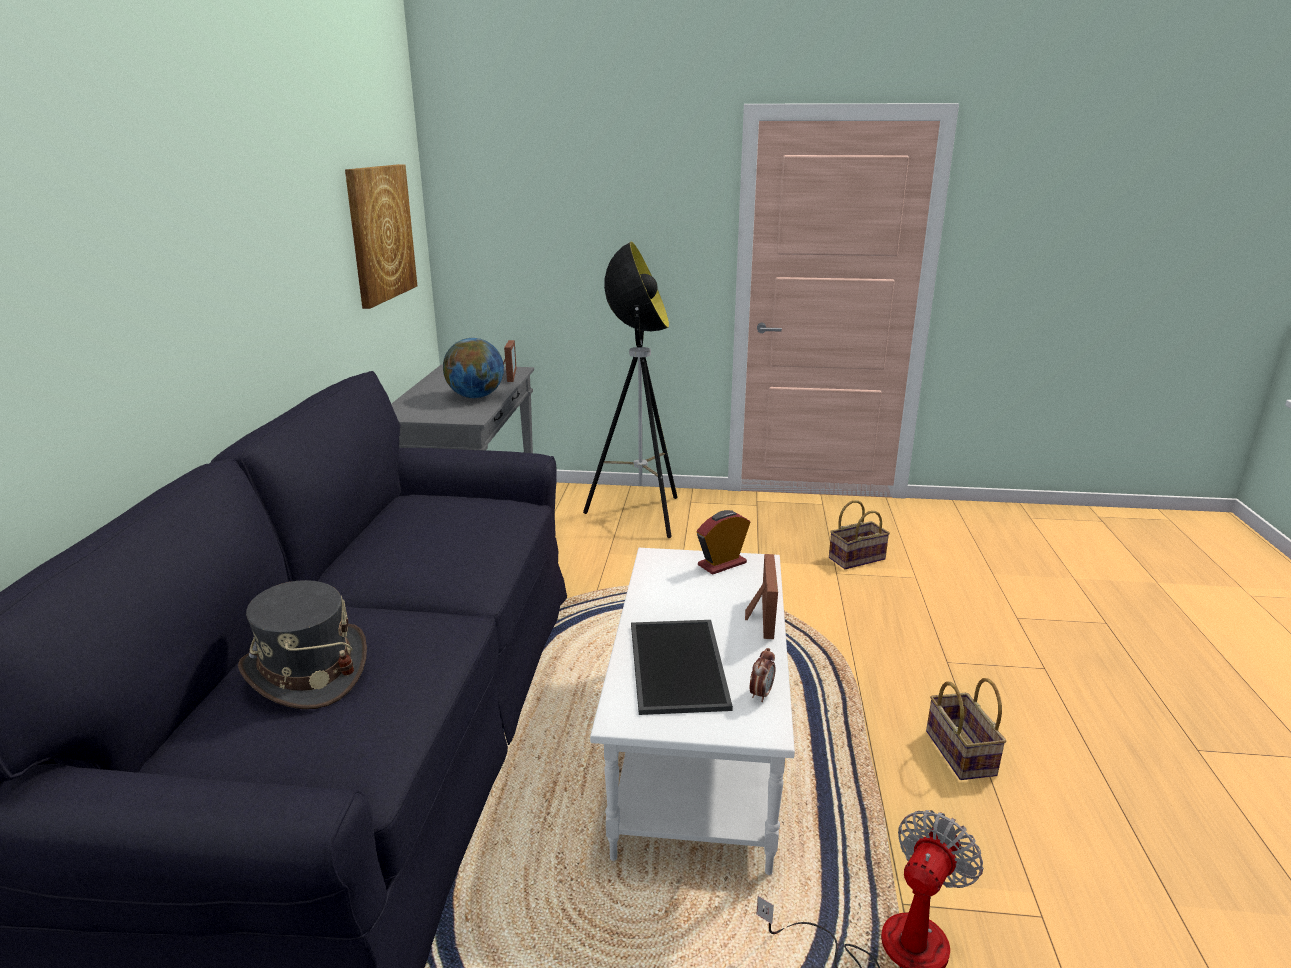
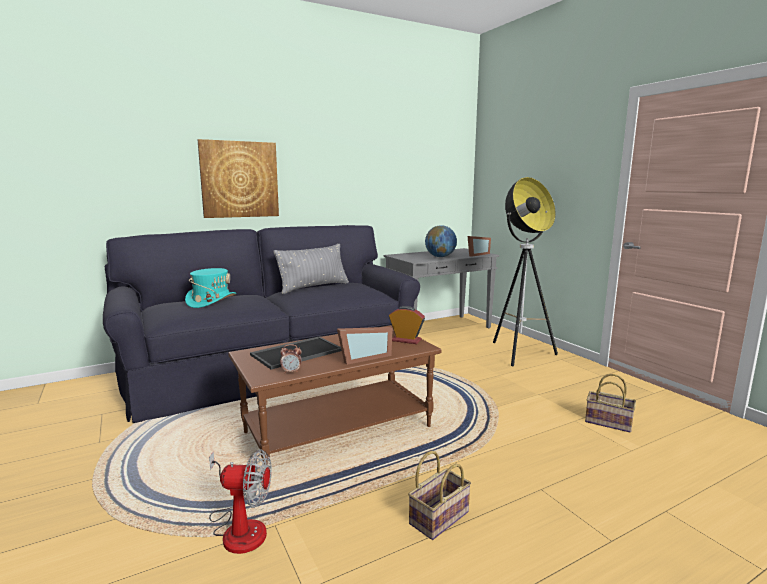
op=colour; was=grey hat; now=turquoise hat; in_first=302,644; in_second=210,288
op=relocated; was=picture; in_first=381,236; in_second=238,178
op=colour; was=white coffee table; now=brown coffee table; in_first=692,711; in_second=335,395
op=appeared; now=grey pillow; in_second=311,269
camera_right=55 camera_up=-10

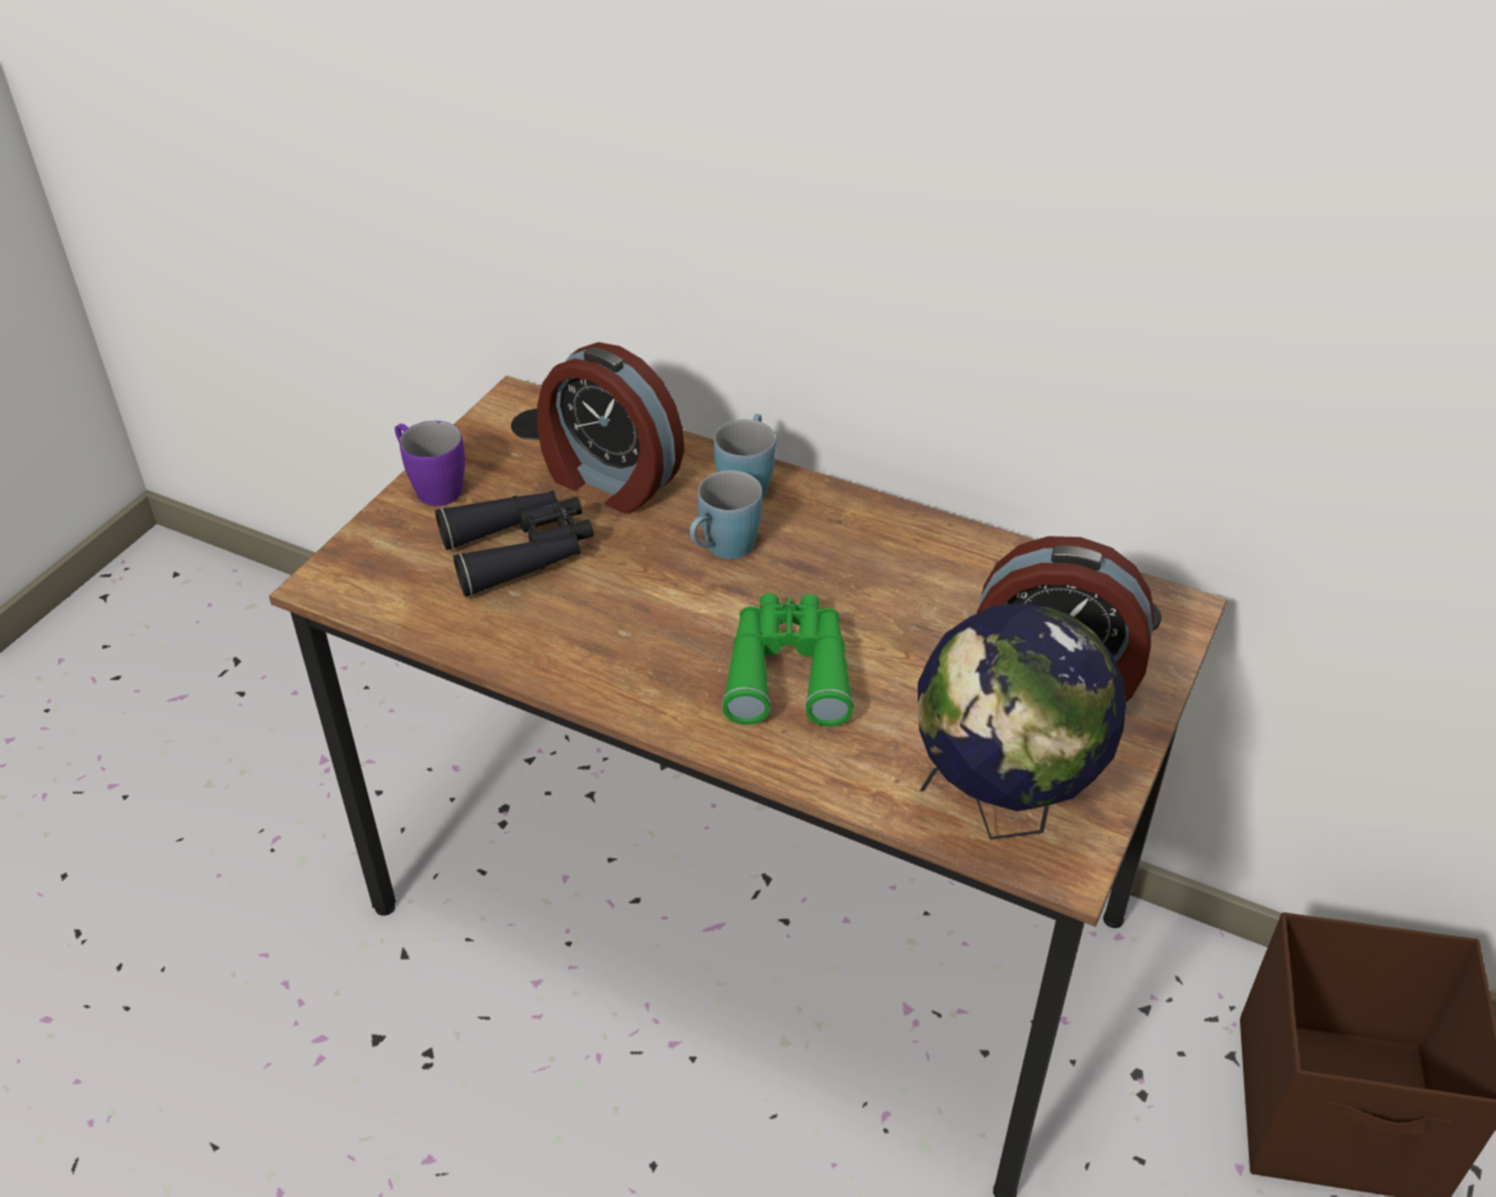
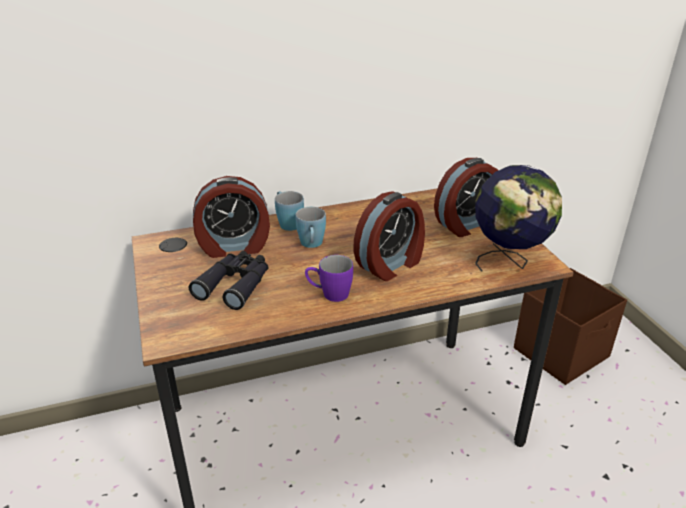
op=relocated; was=purple mug; in_first=430,463; in_second=329,278
op=exchanged; was=green binoculars; now=alarm clock; in_first=788,660; in_second=389,236
camera_right=-45 camera_up=-10

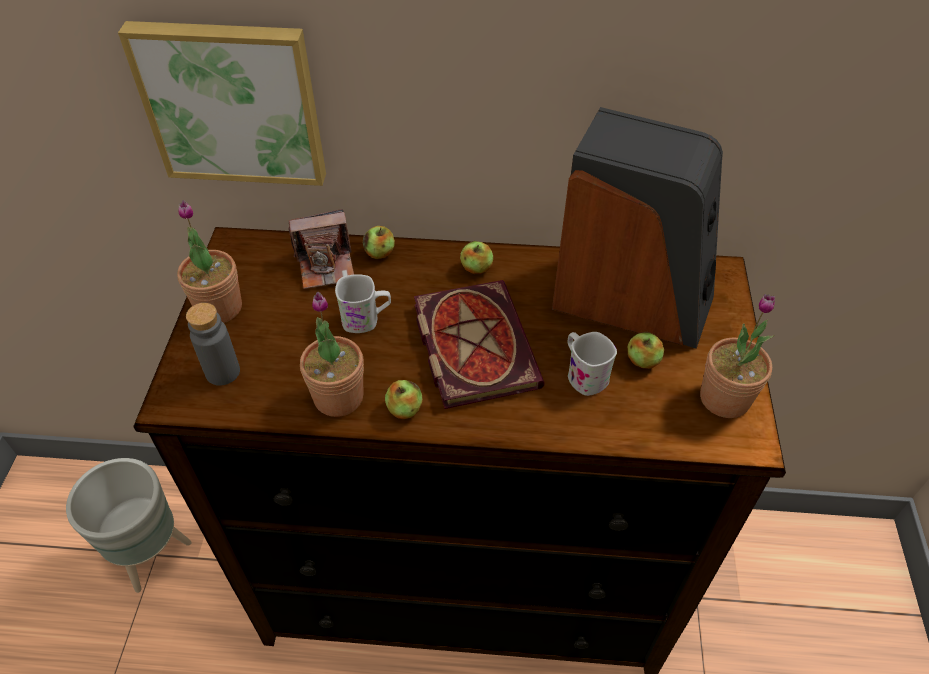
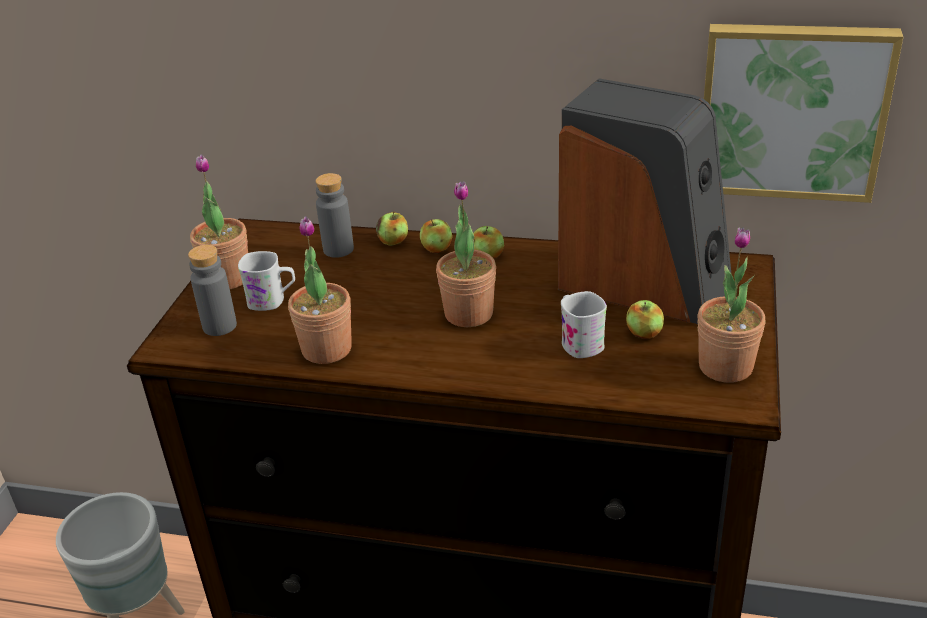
op=relocated; was=white mug; in_first=363,303; in_second=266,281
op=exchanged; was=photo camera; now=grey bottle; in_first=321,249; in_second=334,215
op=relocated; was=apple; in_first=404,399; in_second=436,236
op=exchanged; was=book; now=potted plant; in_first=479,344; in_second=466,254
op=relocated; was=picture; in_first=222,103; in_second=803,113
camera_right=10 camera_up=-15

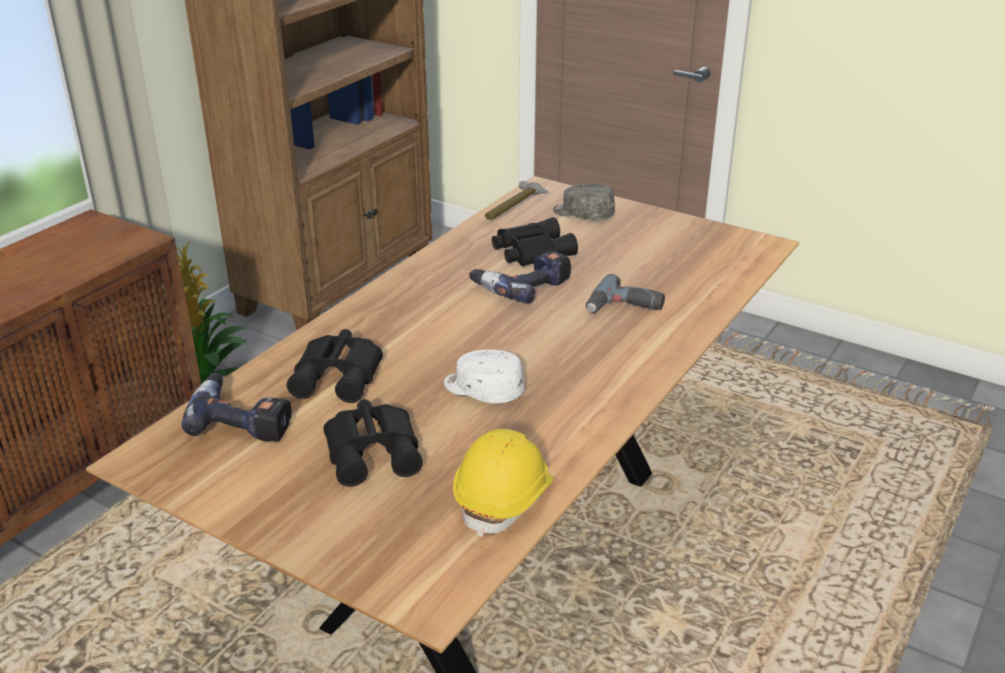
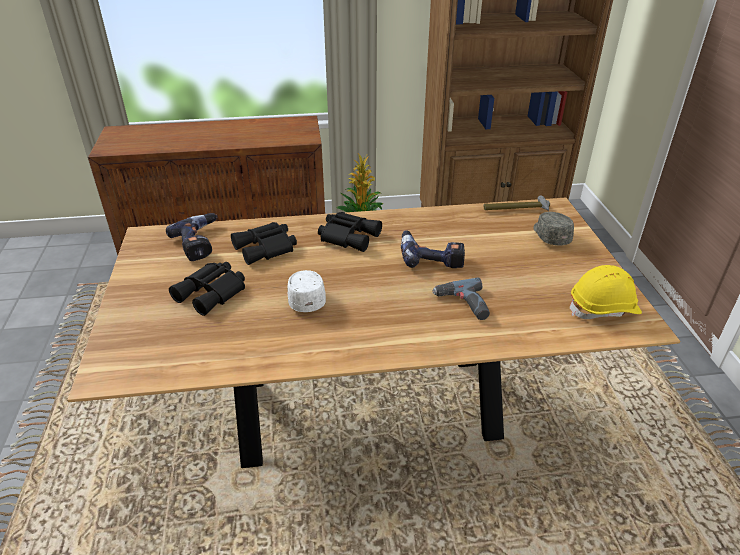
op=relocated; was=black binoculars; in_first=535,242; in_second=350,232
op=relocated; was=yellow hard hat; in_first=503,483; in_second=606,292
camera_right=50 camera_up=5

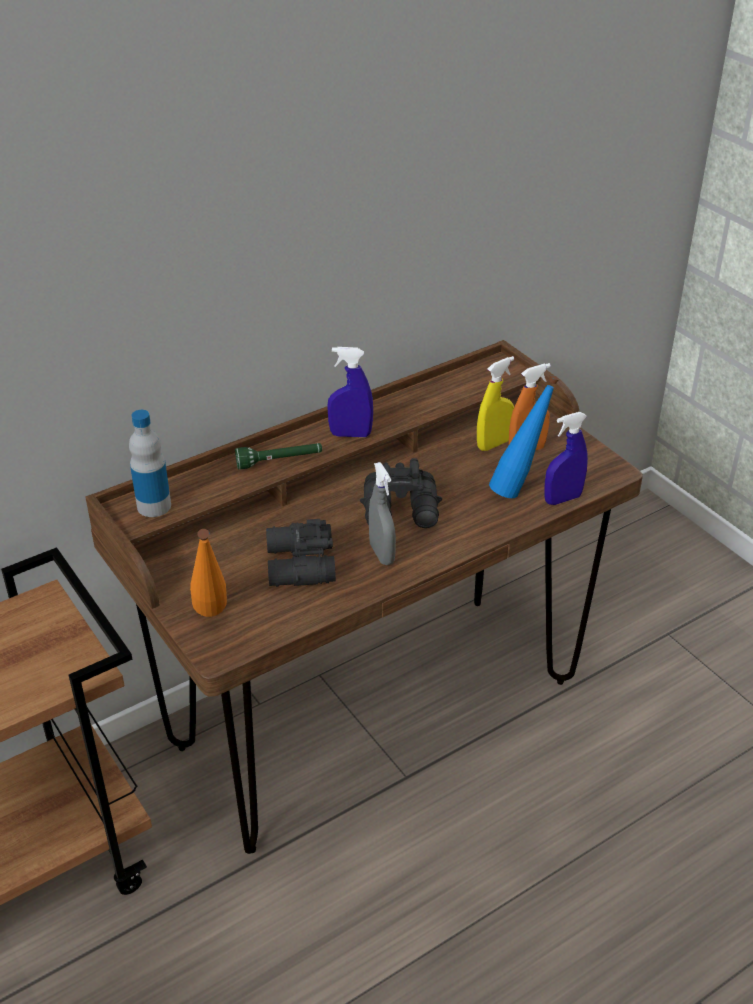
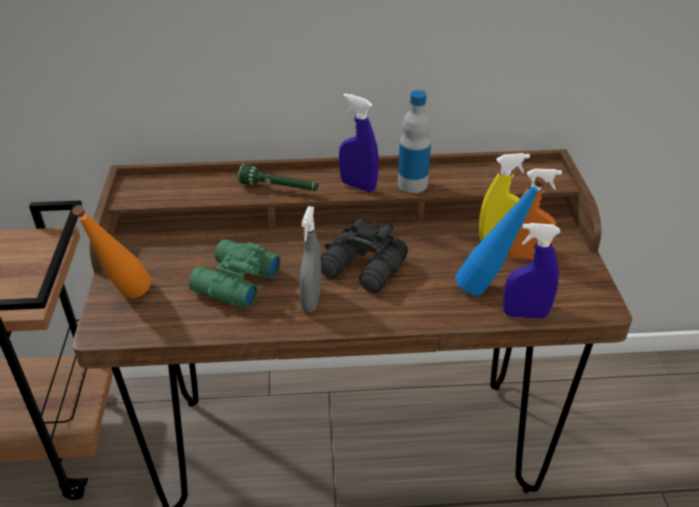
op=colour; was=black binoculars; now=green binoculars; in_first=301,553; in_second=235,273
op=relocated; was=bottle; in_first=150,463; in_second=414,141
camera_right=30 camera_up=0

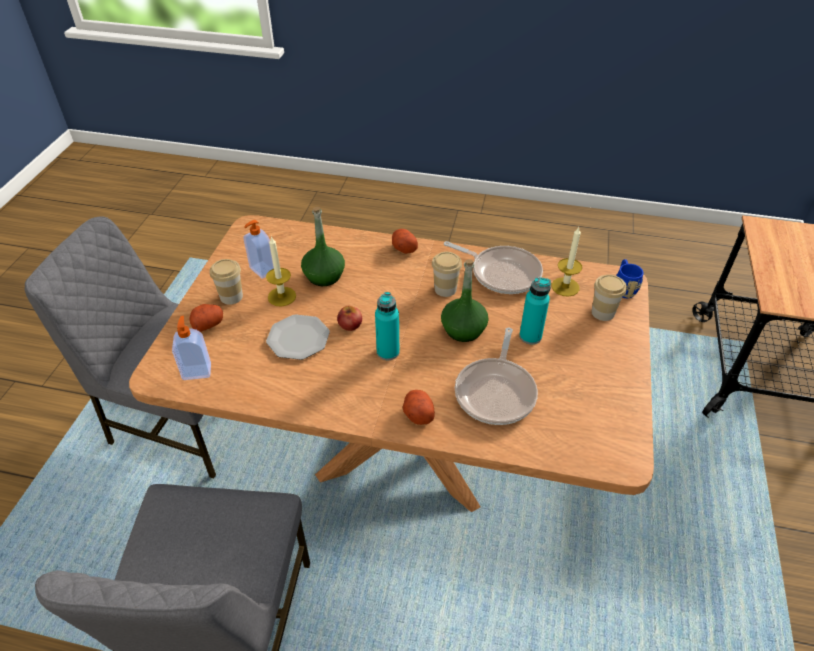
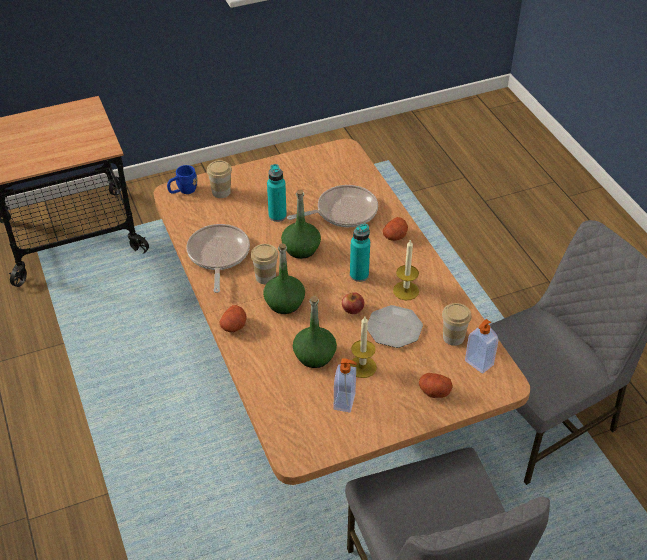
op=appeared; now=green bottle; in_second=284,278
op=relocated; was=candle; in_first=567,262; in_second=406,269
op=relocated; was=cup; in_first=226,282; in_second=457,324
camera_right=-125 camera_up=0

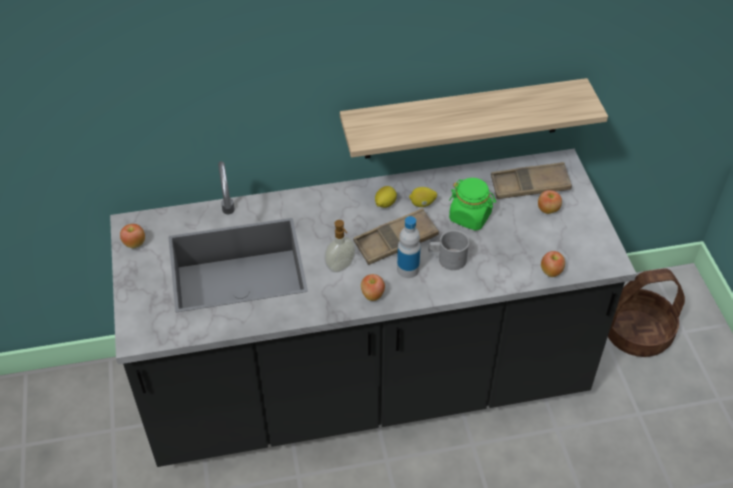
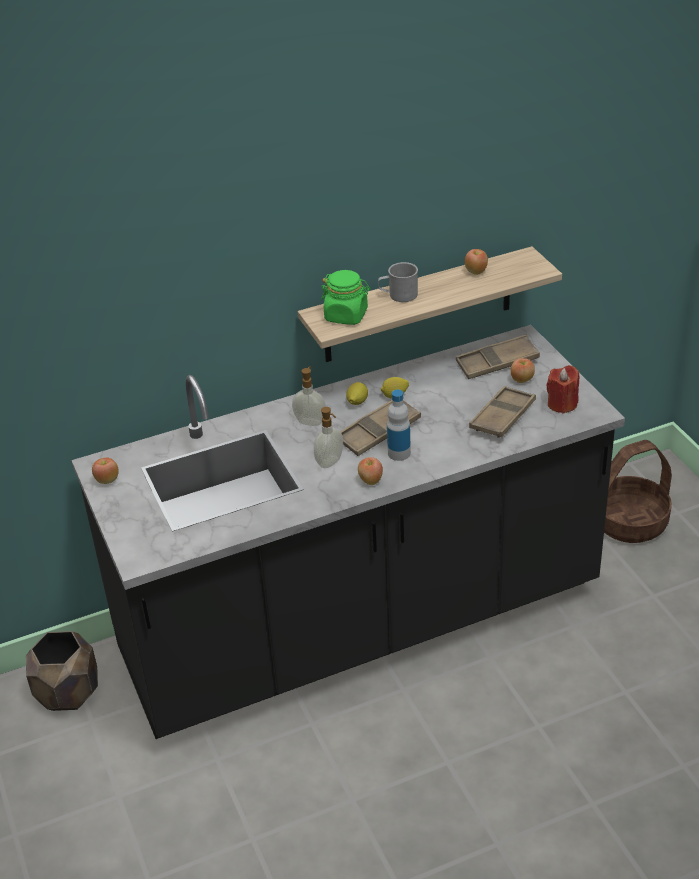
op=appeared; now=brown planter; in_second=62,671
op=appeared; now=soap dispenser; in_second=309,396
op=relocated; was=green jar; in_first=472,204; in_second=345,297
op=relocated; was=grey mug; in_first=449,250; in_second=398,282
op=relocated; was=apple; in_first=553,264; in_second=476,262
op=appeared; now=brown tray; in_second=502,412
op=appeared; now=red candle; in_second=562,389
camera_right=-10 camera_up=-10

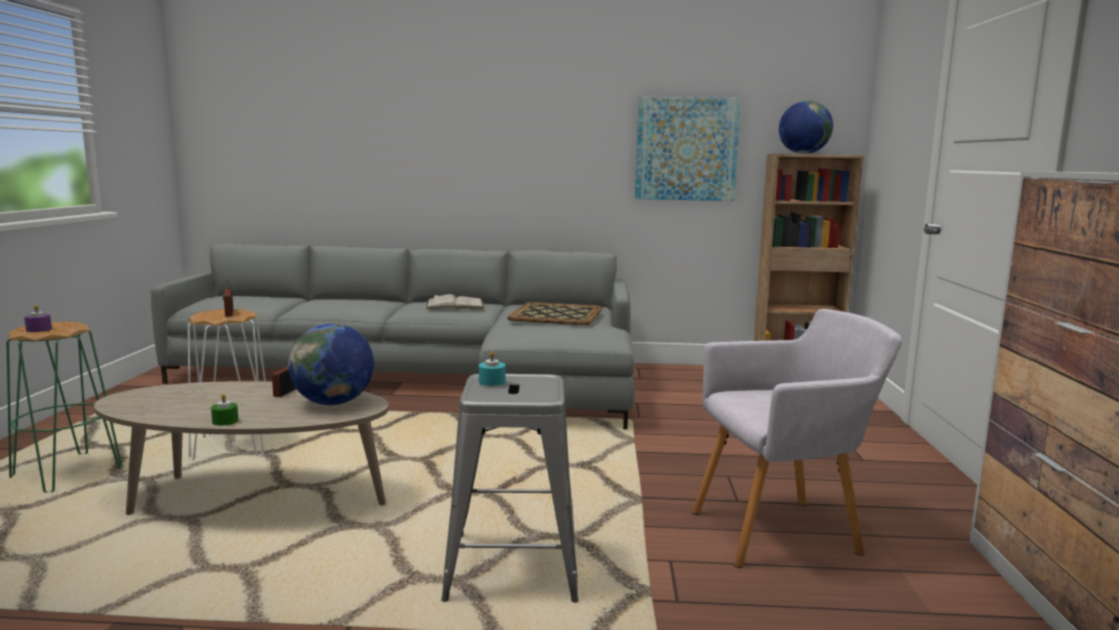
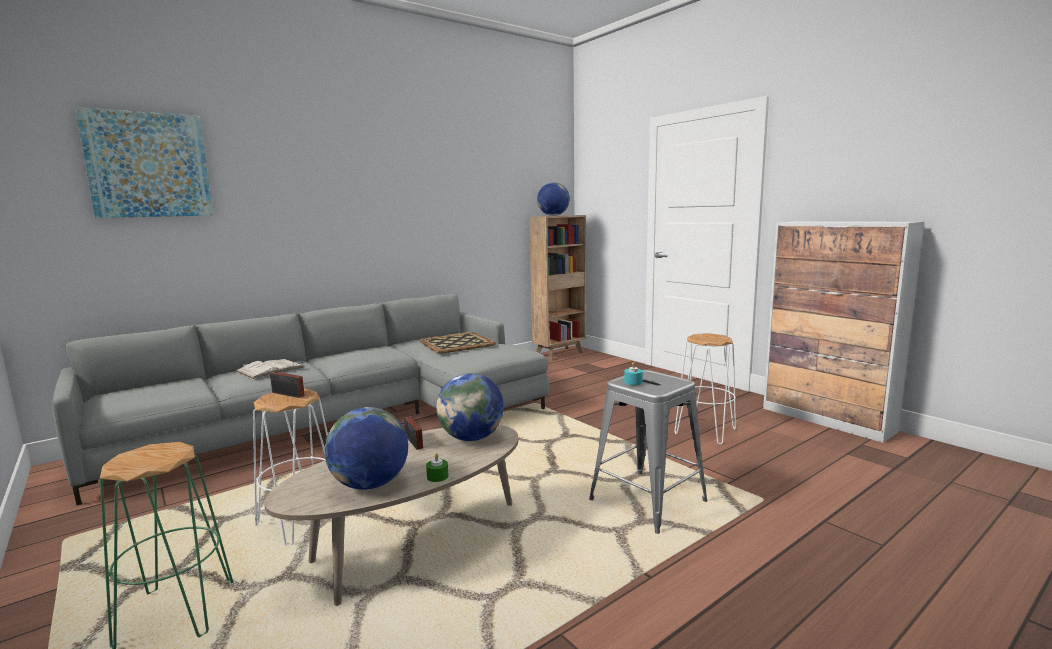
op=relocated; was=picture; in_first=688,149; in_second=144,162
op=relocated; was=white book; in_first=455,301; in_second=270,369
op=appeared; now=globe; in_second=366,448
op=exchanged; was=grey armchair; now=white stool; in_first=797,438; in_second=705,389
op=missing; was=purple candle; in_first=38,318
camera_right=-40 camera_up=0

